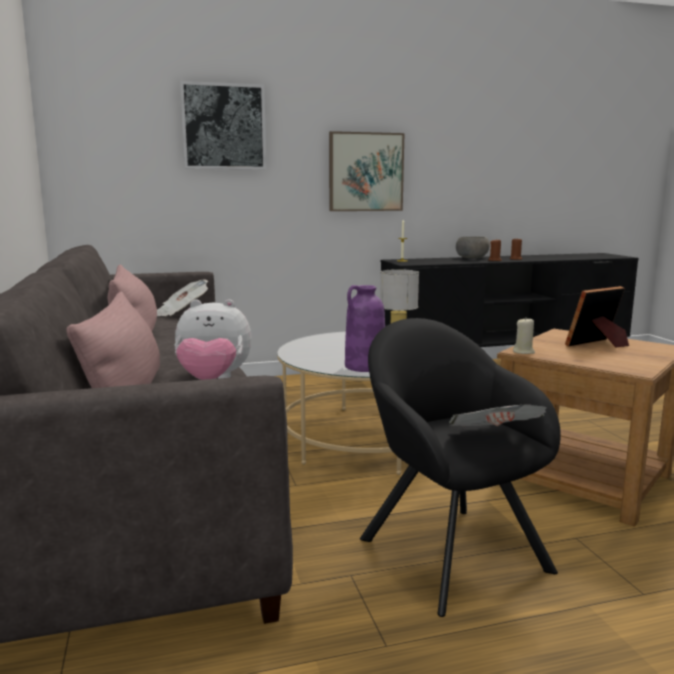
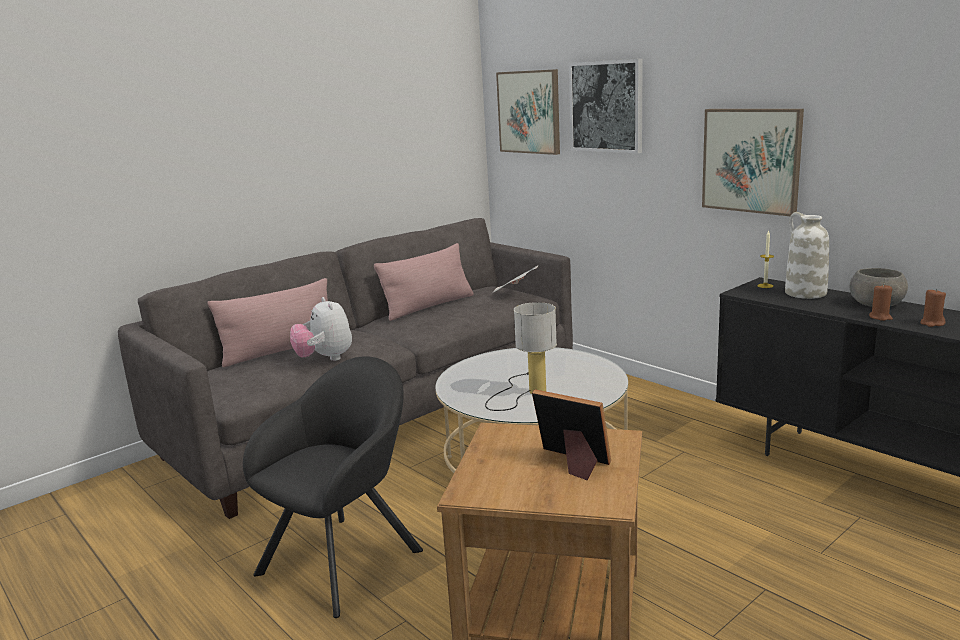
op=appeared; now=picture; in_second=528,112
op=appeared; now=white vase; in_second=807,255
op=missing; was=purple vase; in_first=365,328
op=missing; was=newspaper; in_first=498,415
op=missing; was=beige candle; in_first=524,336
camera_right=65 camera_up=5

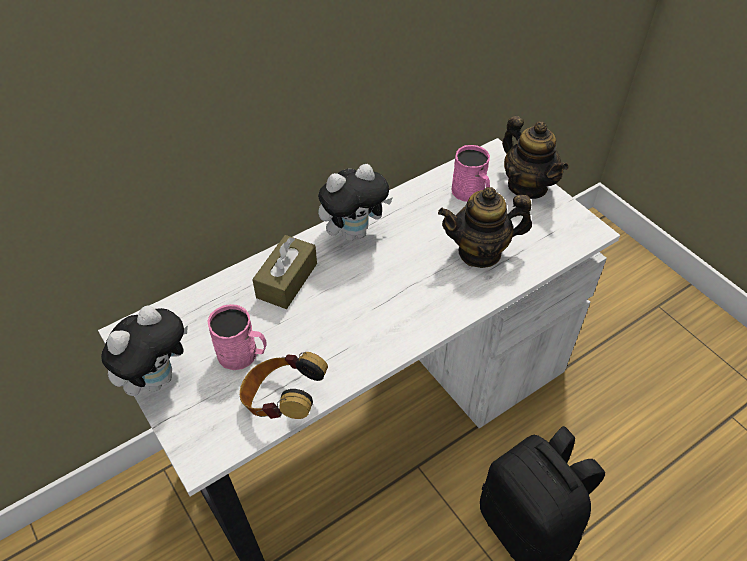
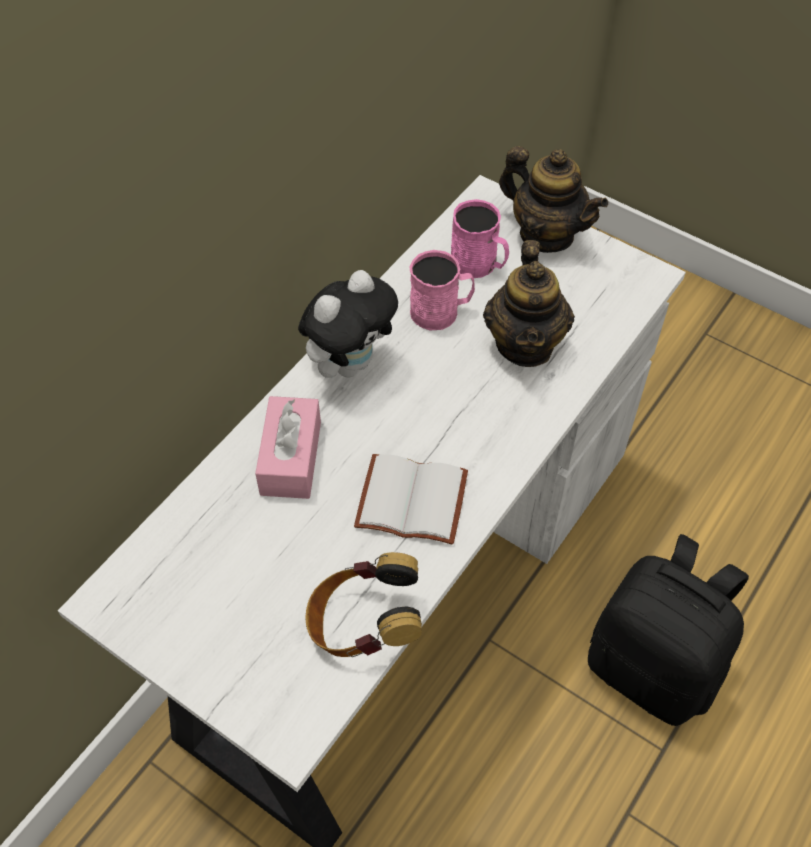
op=colour; was=brown tissue box; now=pink tissue box; in_first=284,272; in_second=288,447
op=appeared; now=white book; in_second=411,499
op=relocated; was=pink mug; in_first=237,337; in_second=442,290
op=spun; was=teapot; in_first=485,227; in_second=529,303; clockwise=-60
op=missing; was=plush toy; in_first=144,351
camera_right=-20 camera_up=5

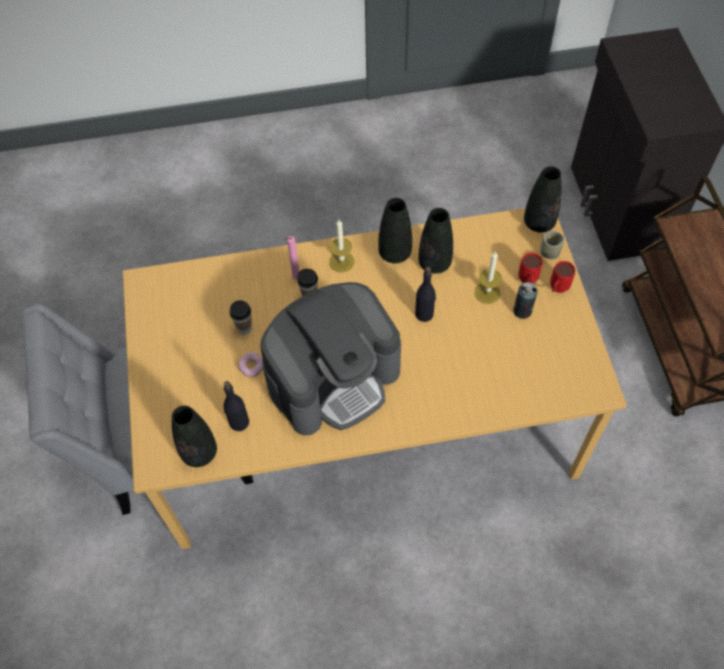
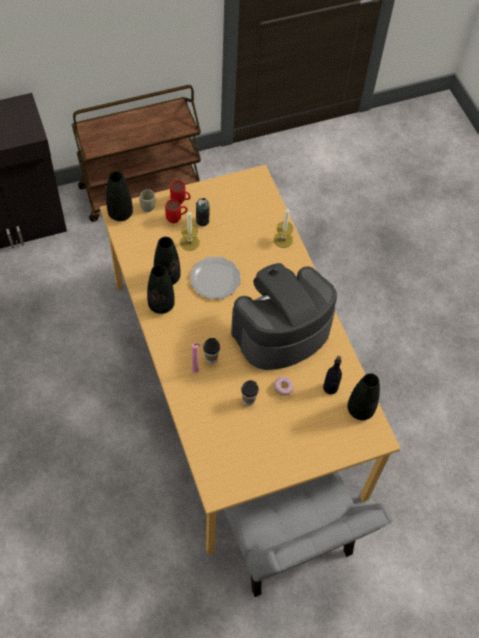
op=exchanged; was=black bottle; now=plate; in_first=425,294; in_second=215,278
op=spun; was=coffee machine; in_first=330,358; in_second=284,316; clockwise=-75
op=relocated; was=candle; in_first=341,246; in_second=283,228
camera_right=-105 camera_up=0

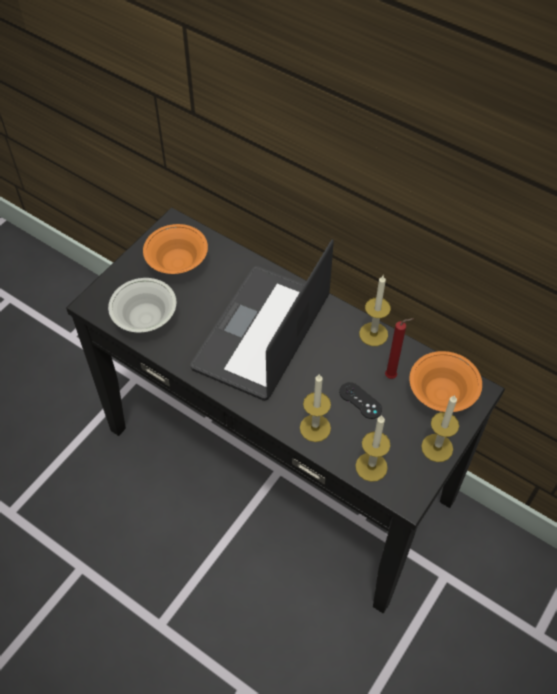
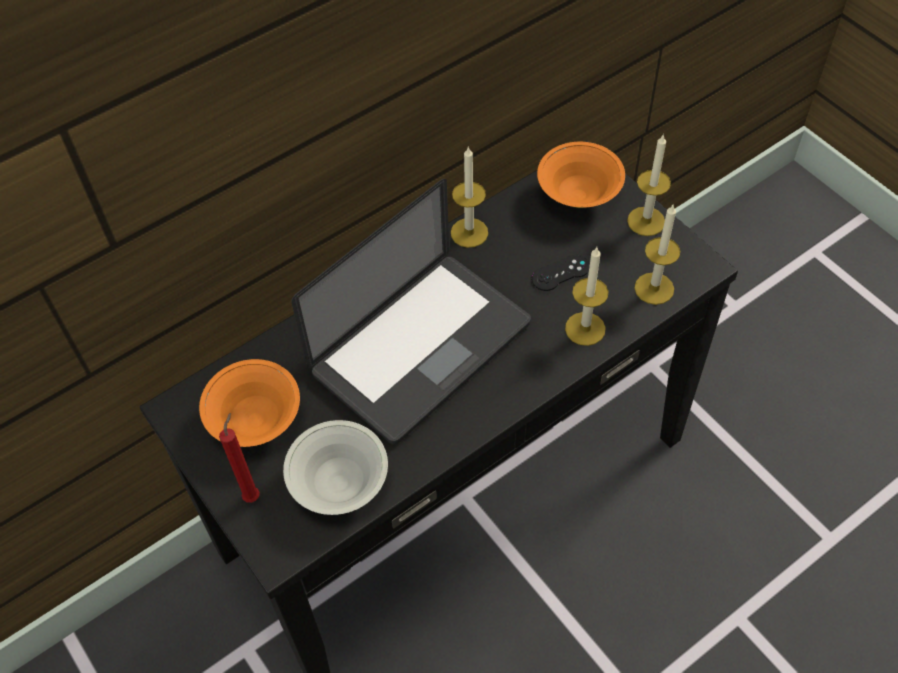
op=relocated; was=red candle; in_first=399,348; in_second=239,458
op=spun; was=laptop; in_first=262,320; in_second=411,311; clockwise=-90
camera_right=-70 camera_up=0

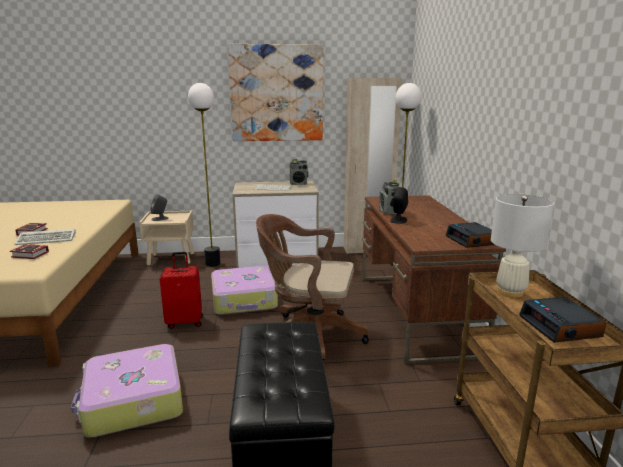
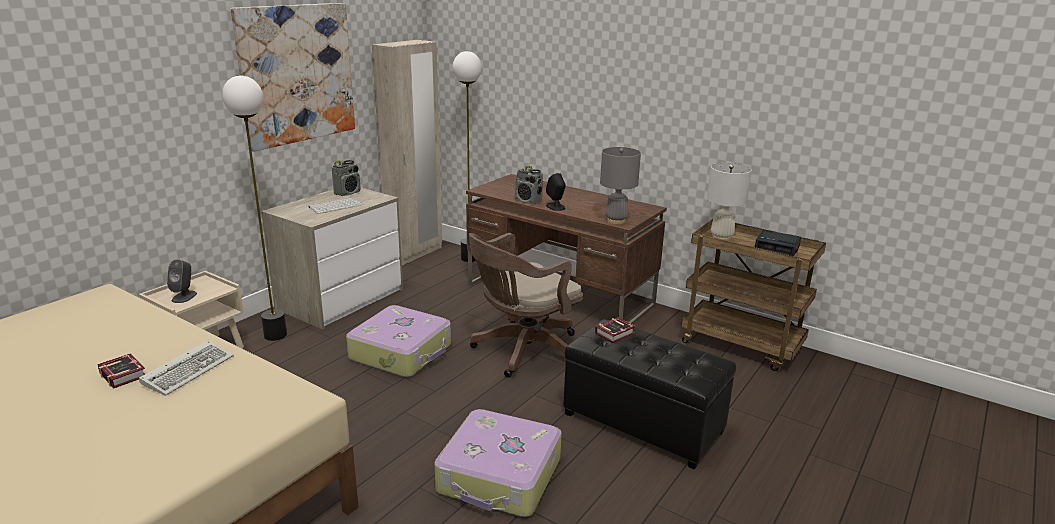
op=relocated; was=book; in_first=29,251; in_second=615,330
op=appeared; now=grey table lamp; in_second=620,185
op=missing; was=red suitcase; in_first=181,290
op=missing; was=alarm clock; in_first=470,235
camera_right=-50 camera_up=5

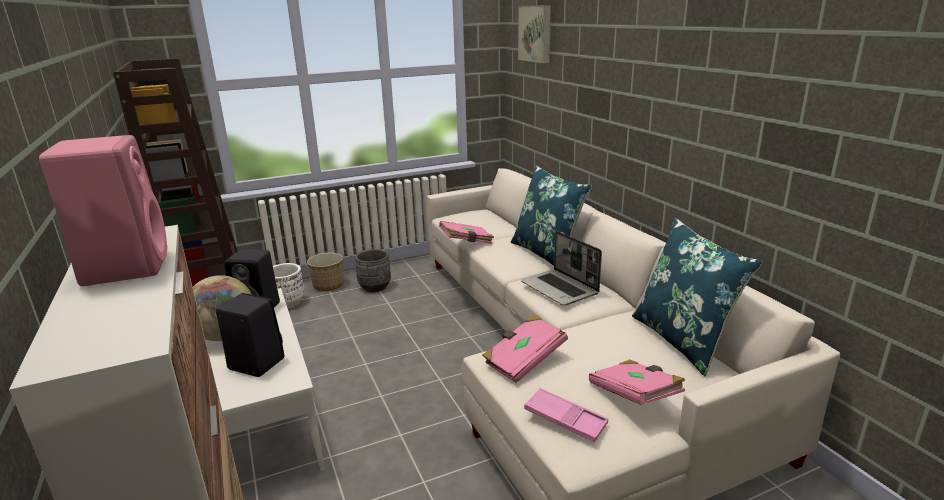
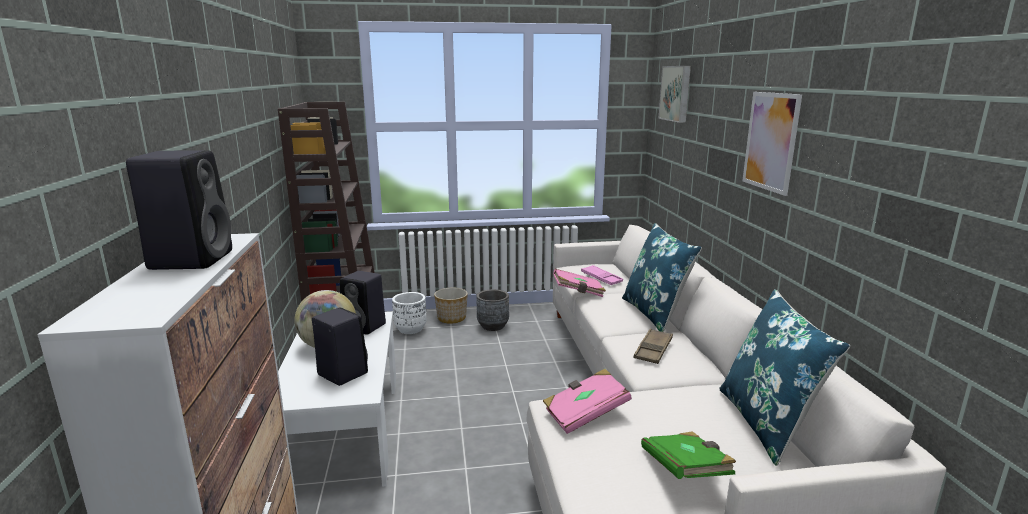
op=colour; was=pink speaker; now=black speaker; in_first=103,210; in_second=179,210
op=relocated; was=pink tray; in_first=566,415; in_second=602,275
op=exchanged; was=laptop; now=brown tray; in_first=561,268; in_second=653,346
op=colour; was=pink book; now=green book; in_first=637,382; in_second=688,455
op=appeared; now=picture; in_second=772,144
camera_right=15 camera_up=-5

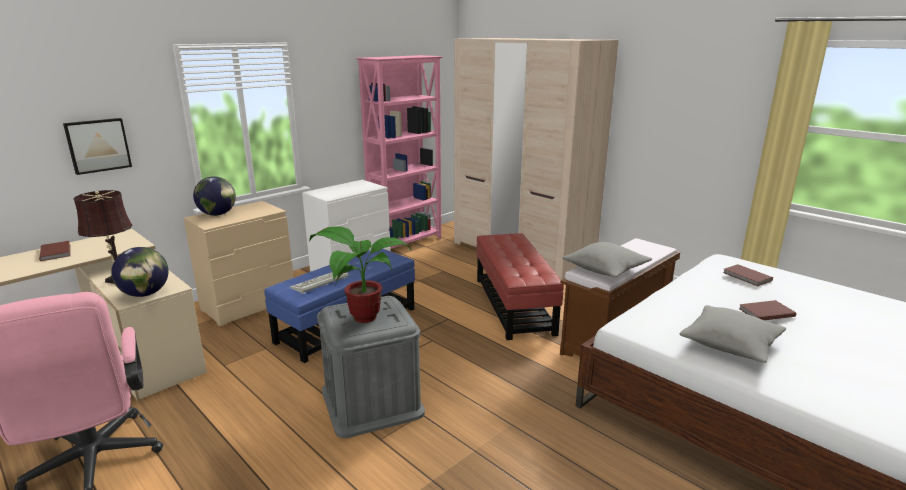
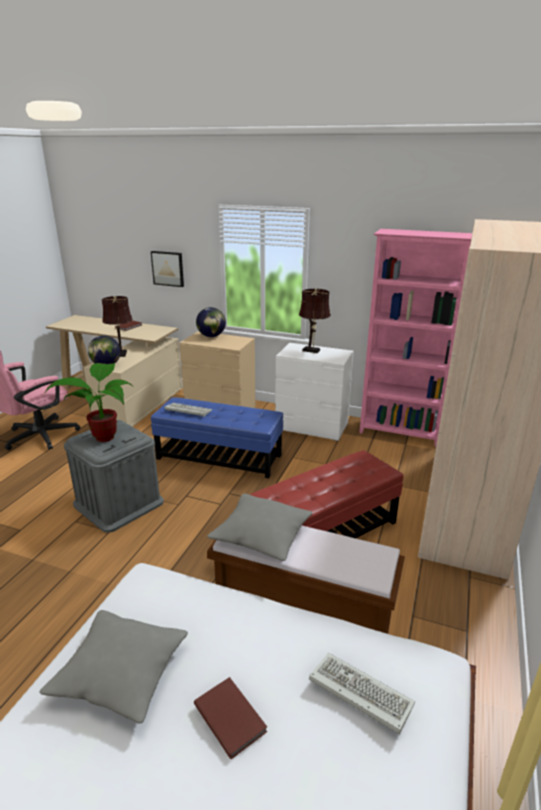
op=appeared; now=brown table lamp; in_second=315,320
op=exchanged; was=brown book; now=keyboard; in_first=748,275; in_second=362,693
camera_right=65 camera_up=5

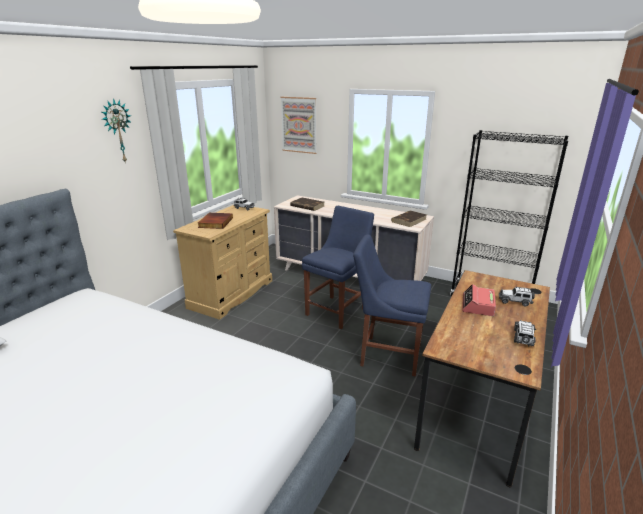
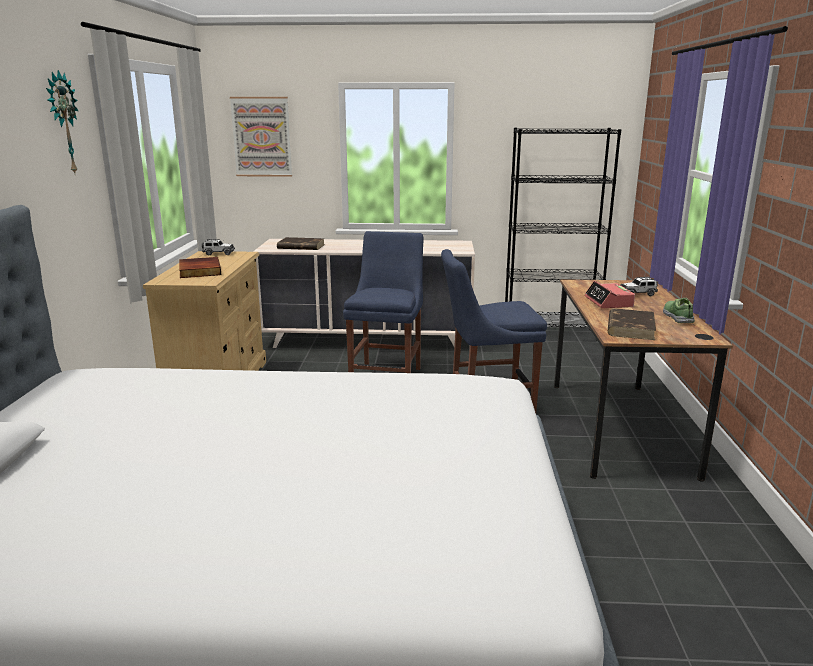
op=relocated; was=brown book; in_first=409,219; in_second=632,324
op=exchanged; was=toy car; now=shoe; in_first=525,333; in_second=679,310
camera_right=-25 camera_up=-5

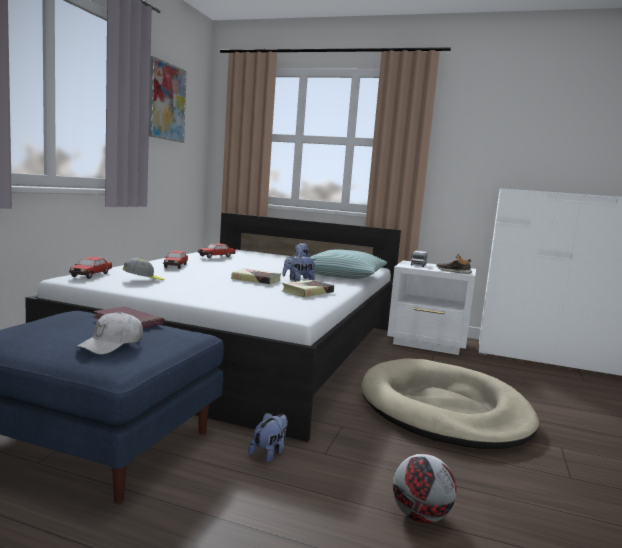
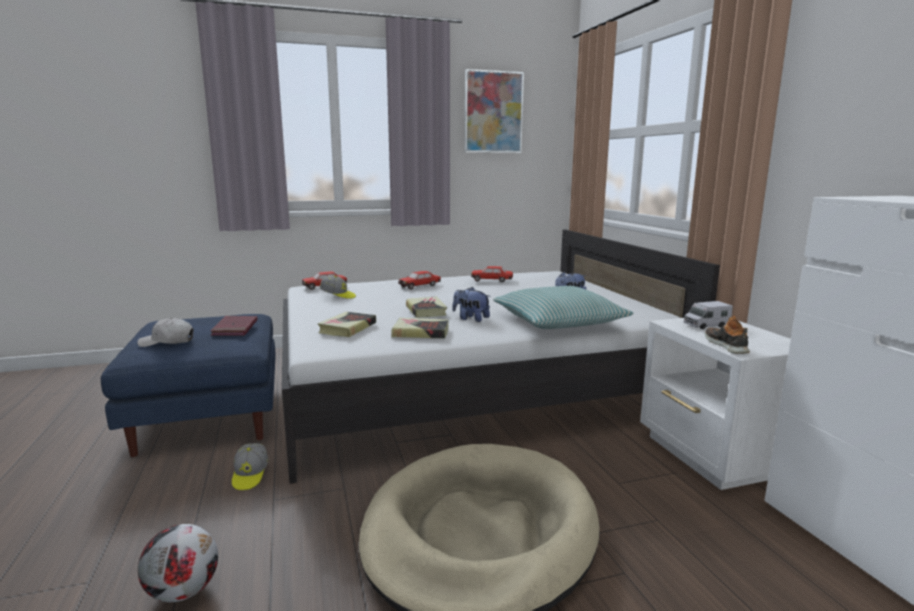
op=exchanged; was=plush toy; now=cap; in_first=268,438; in_second=250,466
op=appeared; now=book; in_second=347,324
camera_right=55 camera_up=5

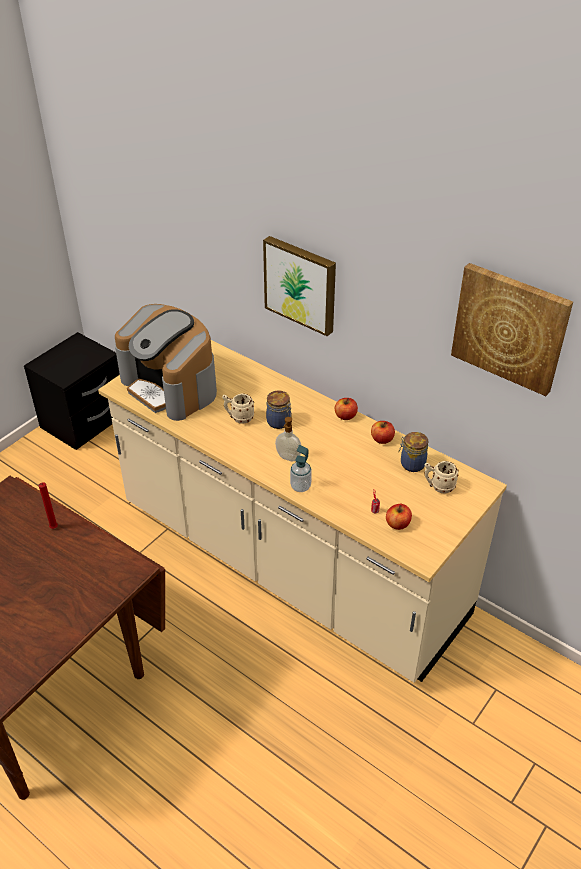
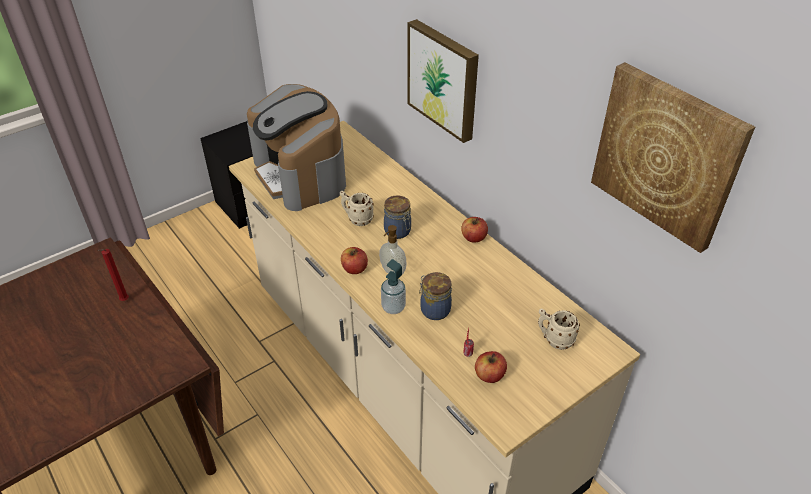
op=relocated; was=apple; in_first=383,432; in_second=354,260
op=relocated; was=jar; in_first=413,452; in_second=435,296
camera_right=15 camera_up=0

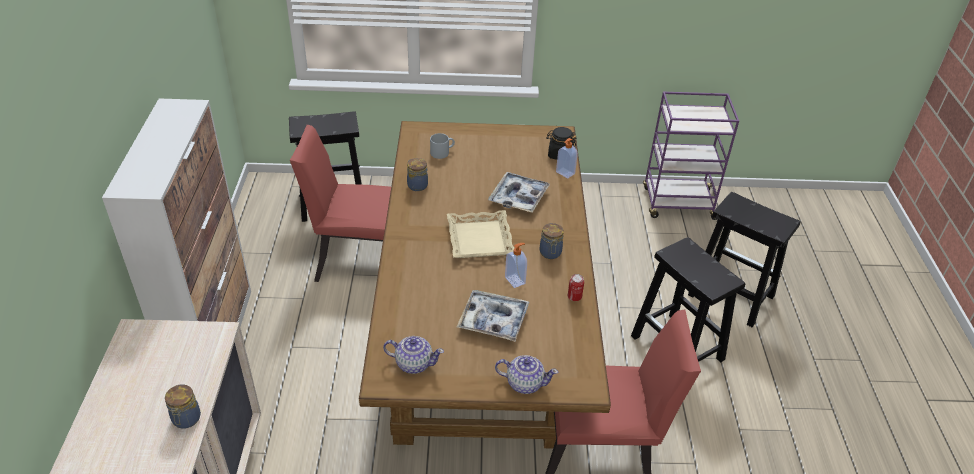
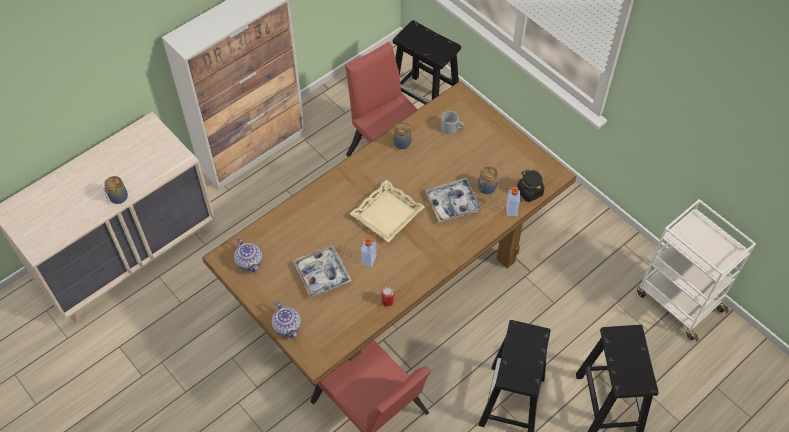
op=relocated; was=jar; in_first=552,241; in_second=488,180
op=colour; was=purple cart; now=white cart; in_first=691,156; in_second=696,270
camera_right=50 camera_up=15

